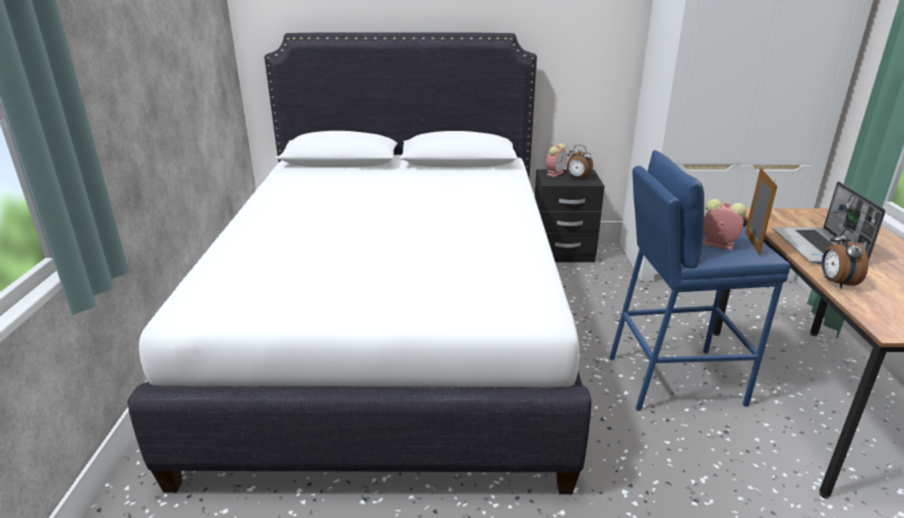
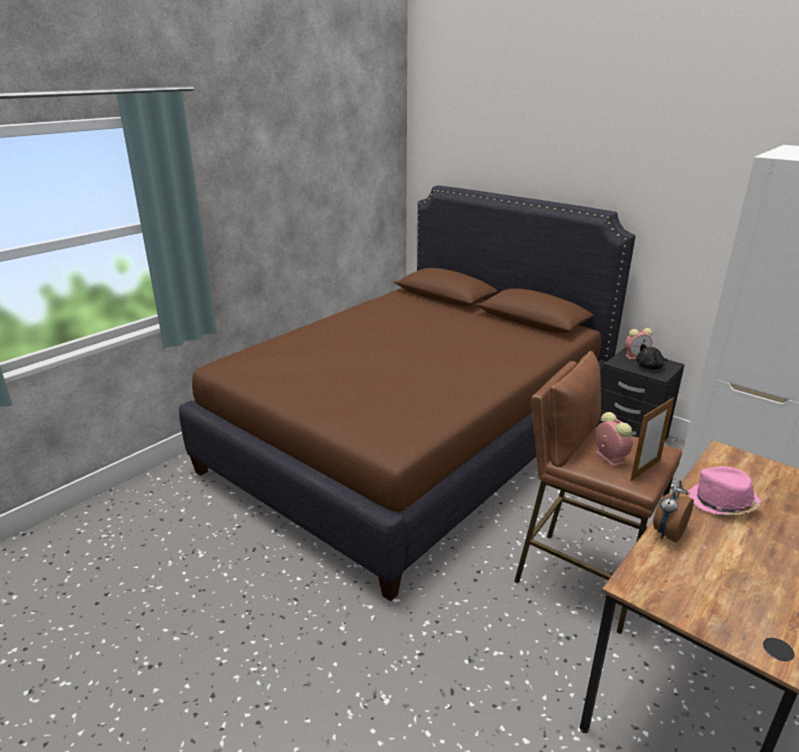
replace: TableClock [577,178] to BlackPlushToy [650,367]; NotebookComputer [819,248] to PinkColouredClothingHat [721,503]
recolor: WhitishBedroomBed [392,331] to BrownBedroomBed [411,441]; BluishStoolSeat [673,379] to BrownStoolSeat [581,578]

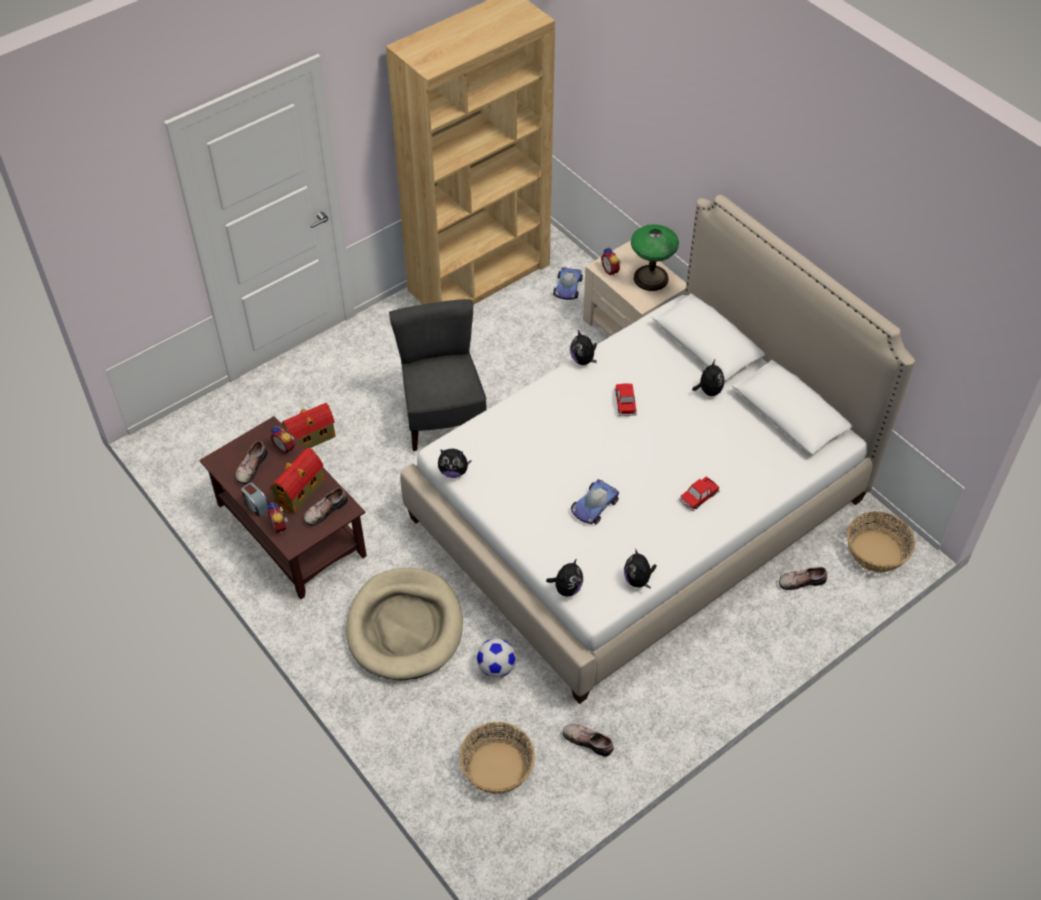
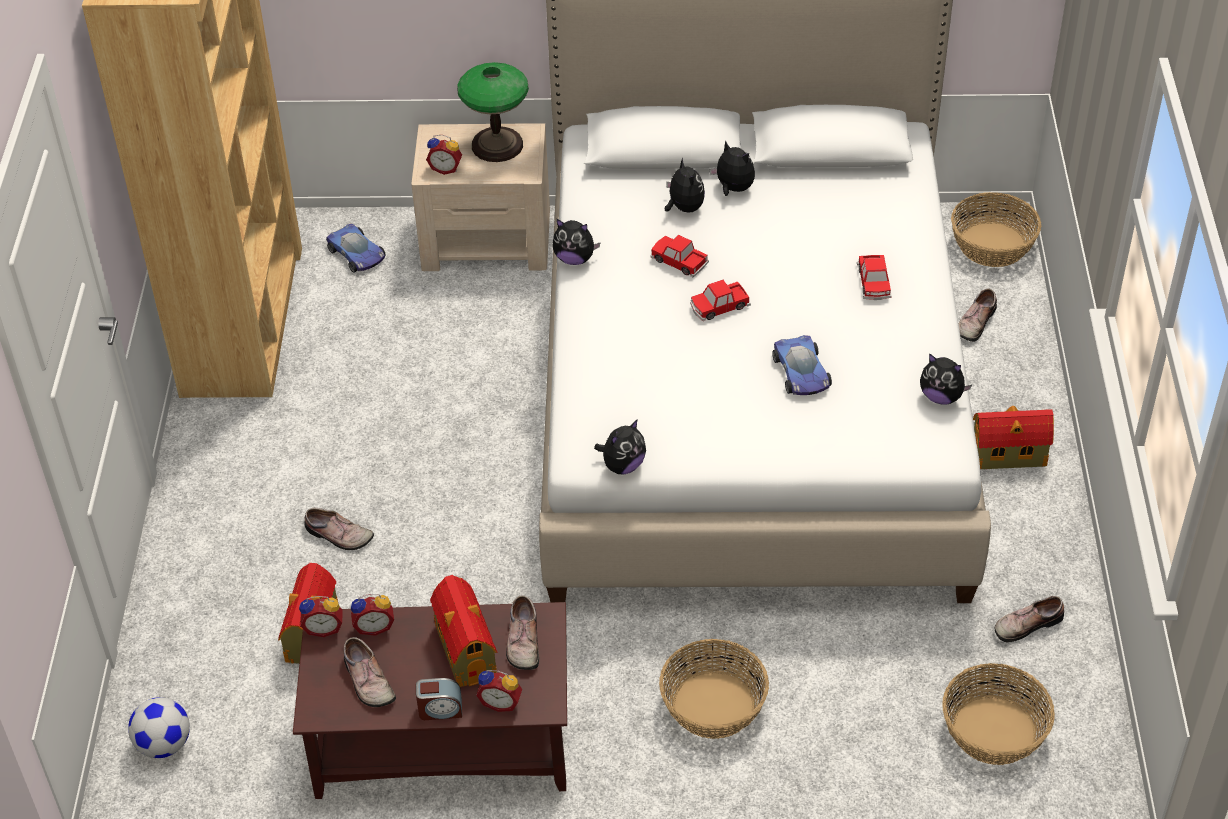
delete: GrayChair [443,418]
insert: TableClock [324,628]; LowShoe [338,536]; MiniatureCar [719,306]; ModelHouse [1010,455]
move: Football [496,667] to [164,744]; PlushToy [567,588] to [684,208]
replace: BeigeColouredDogCushion [405,627] to HouseholdBasket [712,705]

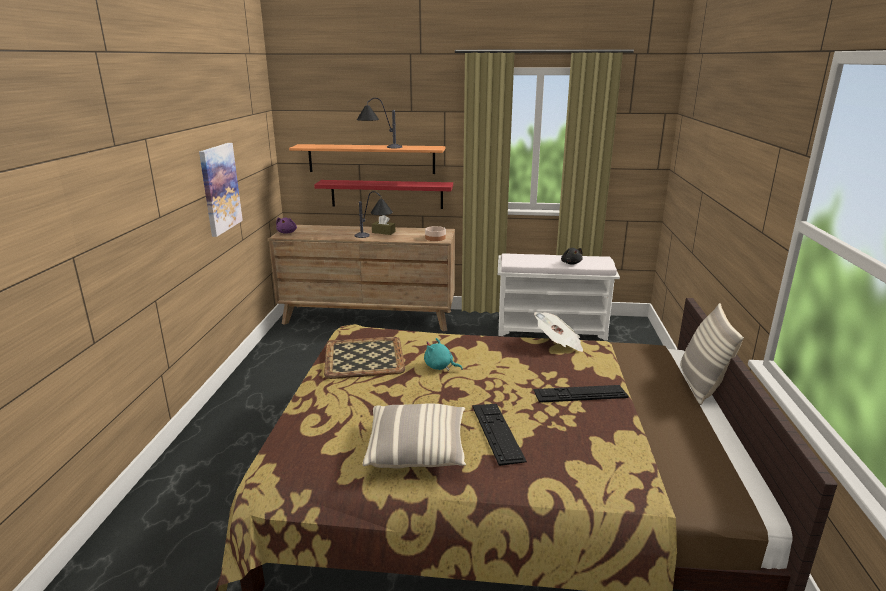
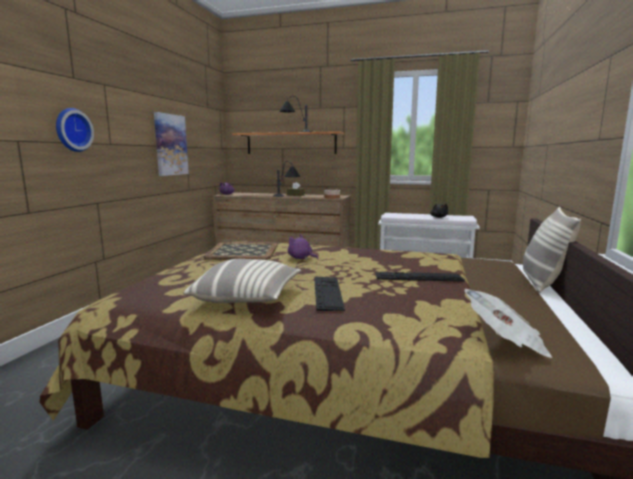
delete: RedColouredBracketShelf [387,194]
insert: ClockOnTheWall [72,130]
move: DailyPaper [558,344] to [505,342]
recolor: TurquoiseColouredPlushToy [440,367] to PurplePlushToy [301,258]

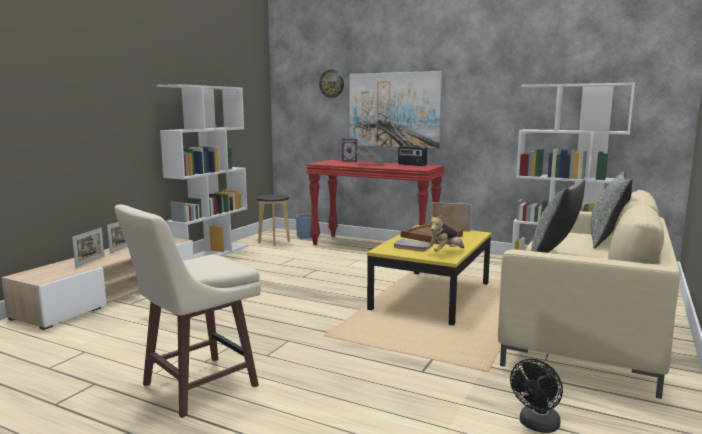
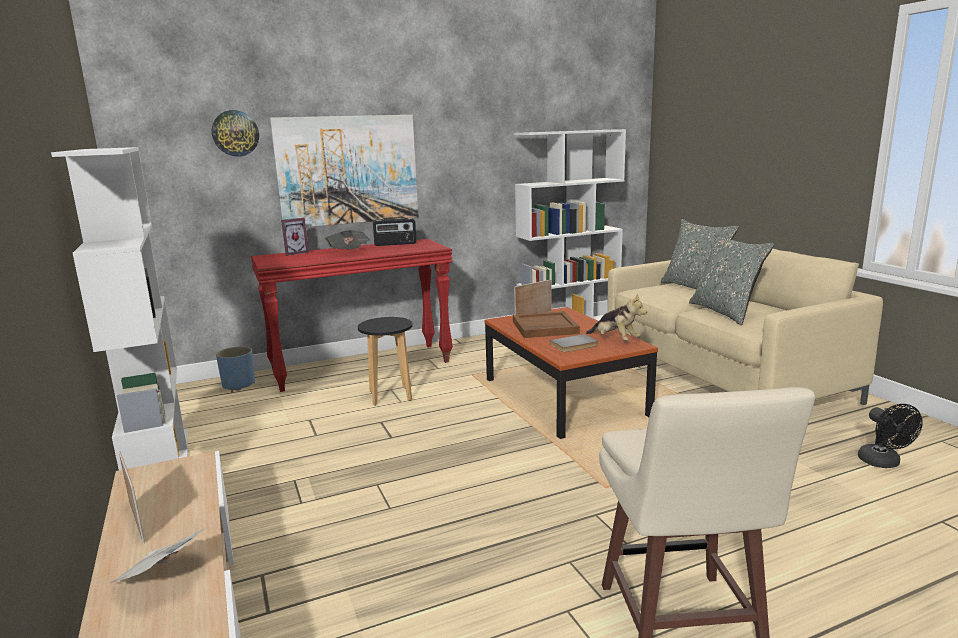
move: BlackStoolSeat [274,241] to [390,396]
replace: StandingFrame [90,261] to DailyPaper [163,577]
recolor: YellowColouredLowTable [432,296] to BrownLowTable [564,397]
rotate: PlushToy [444,252] = [615,340] 45 degrees counterclockwise

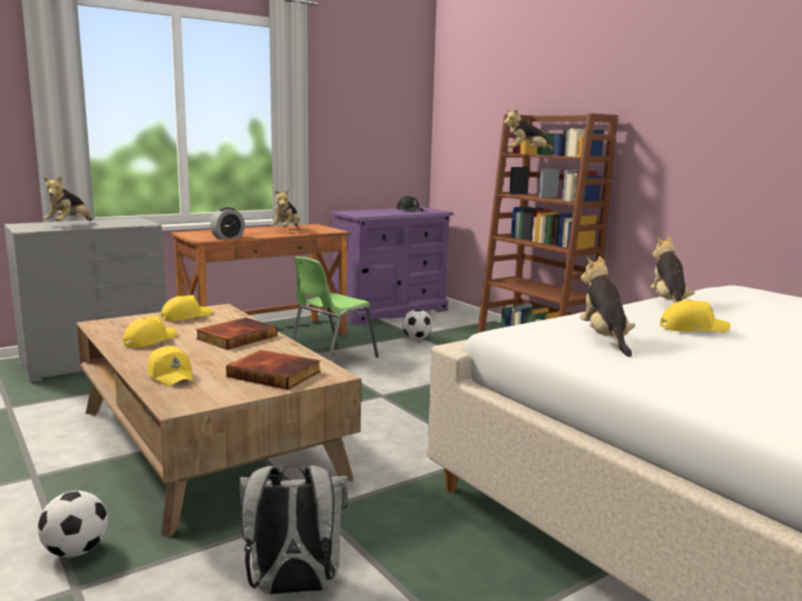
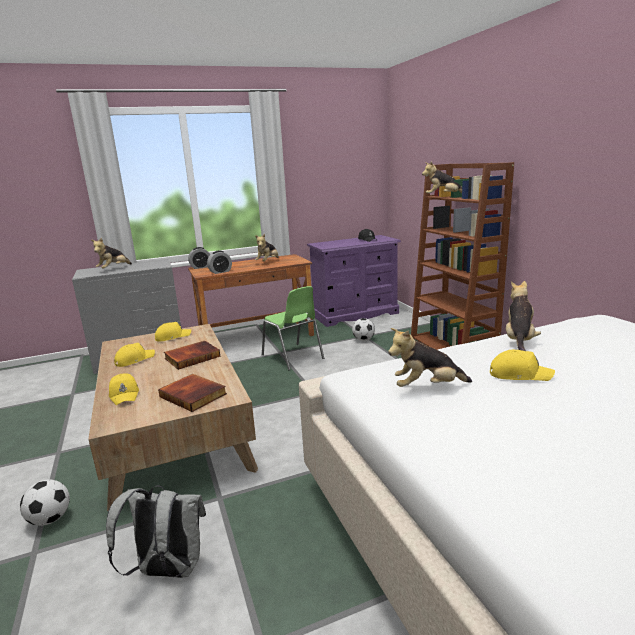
insert: TableClock [201,267]
rotate: GreenChair [331,358] = [293,357] 90 degrees counterclockwise; PlushToy [604,339] = [427,387] 105 degrees counterclockwise

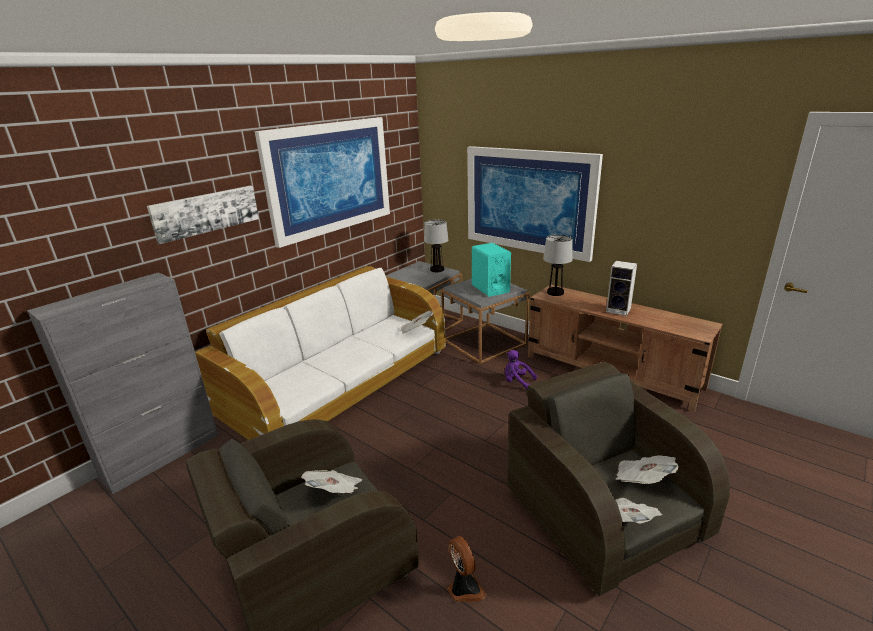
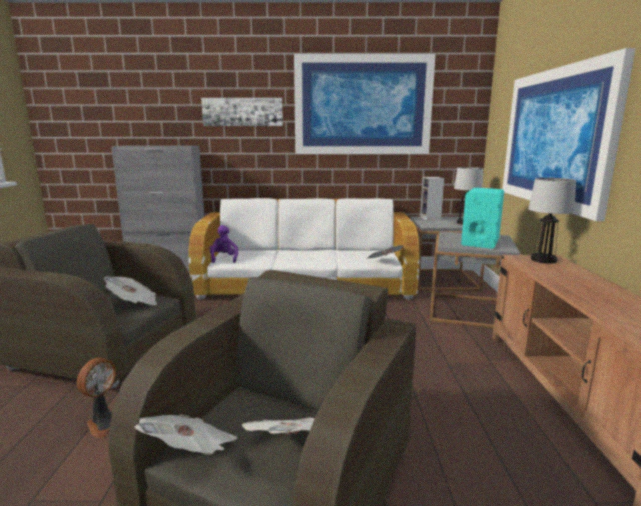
move: PurplePlushToy [517,382] to [223,259]; Speaker [619,310] to [431,218]

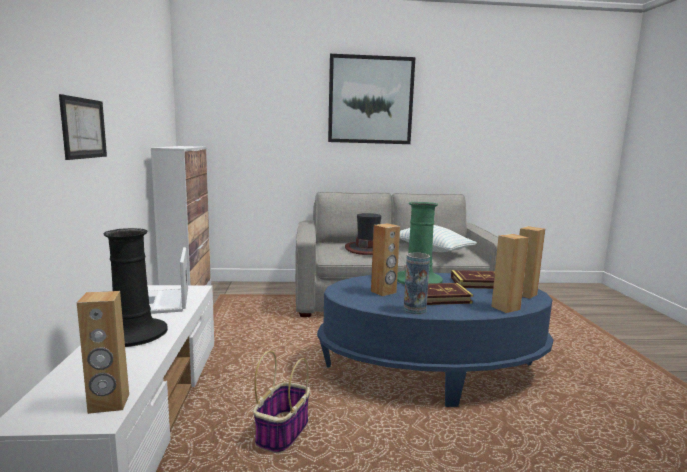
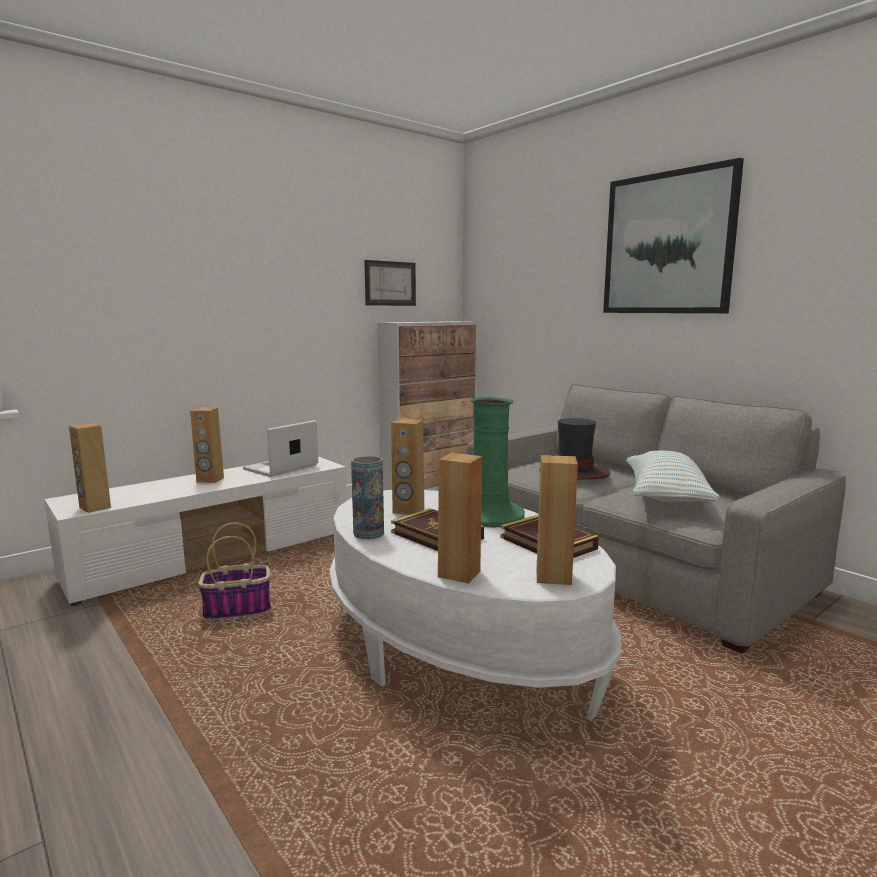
move: WallPicture [83,128] to [390,283]
replace: BlackVase [133,333] to BrownSpeaker [210,480]
recolor: BluishLowTable [431,369] to WhitishLowTable [458,646]

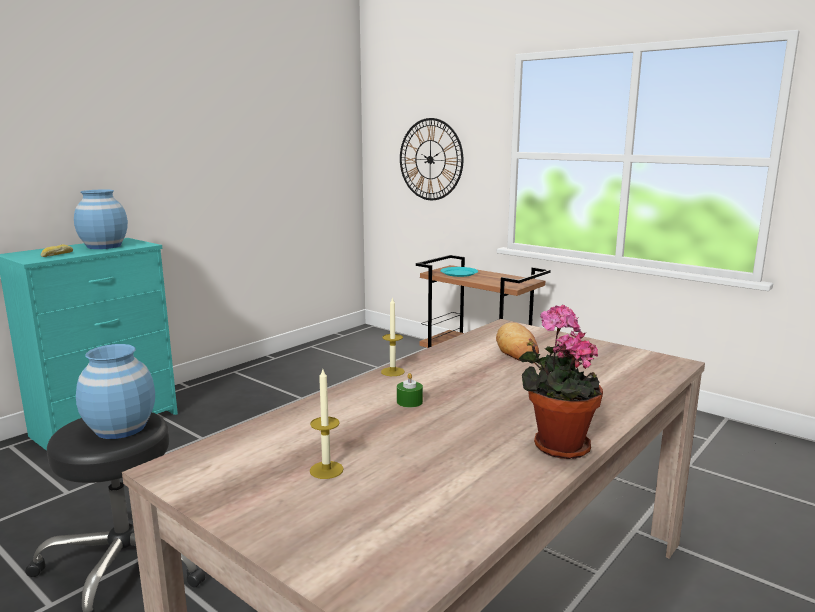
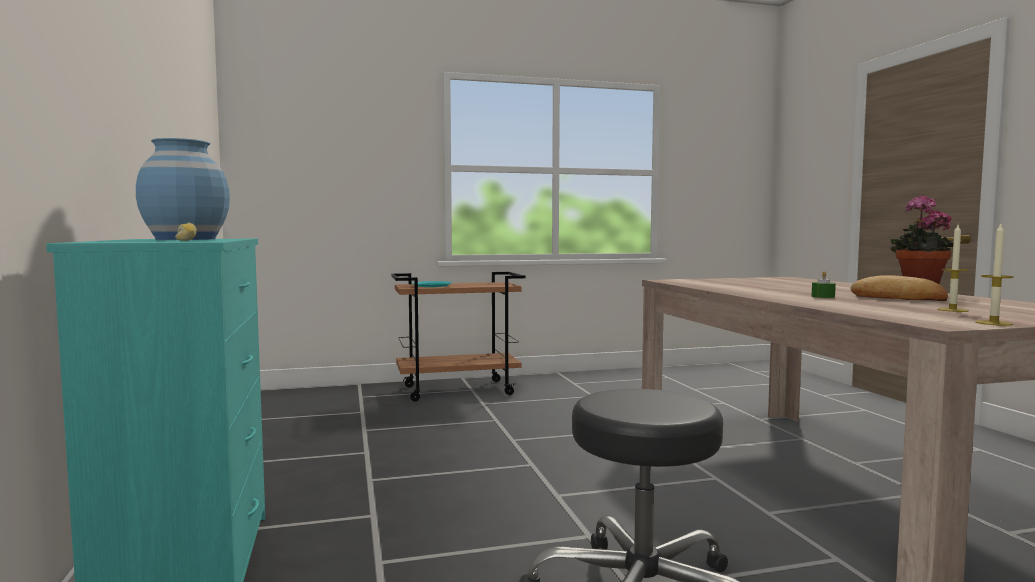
delete: BluishVase [120,428]; ClockOnTheWall [430,159]
move: BakeryBread [517,348] to [898,298]; Candle [392,371] to [993,323]

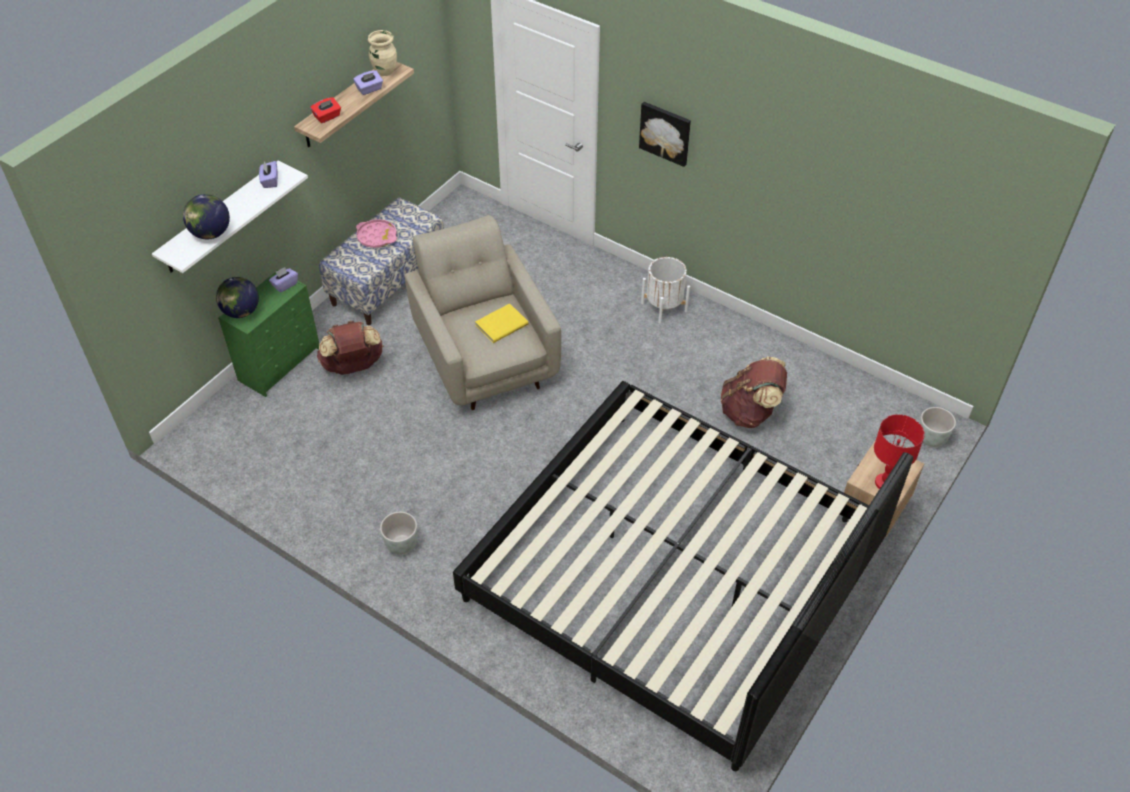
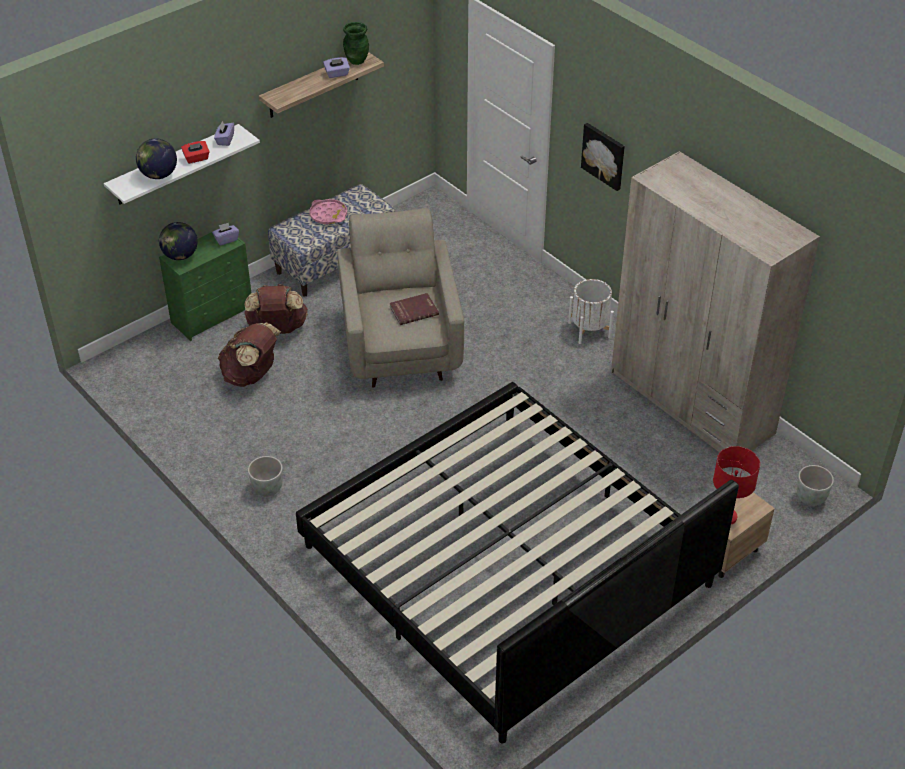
insert: BeigeColouredArmoire [691,403]
move: RedColouredTissueHolder [327,117] to [196,158]; BrownRucksack [750,412] to [251,375]
recolor: BeigeColouredVase [384,71] to GreenVase [356,60]; YellowColouredVolume [501,324] to RedColouredVolume [413,310]

